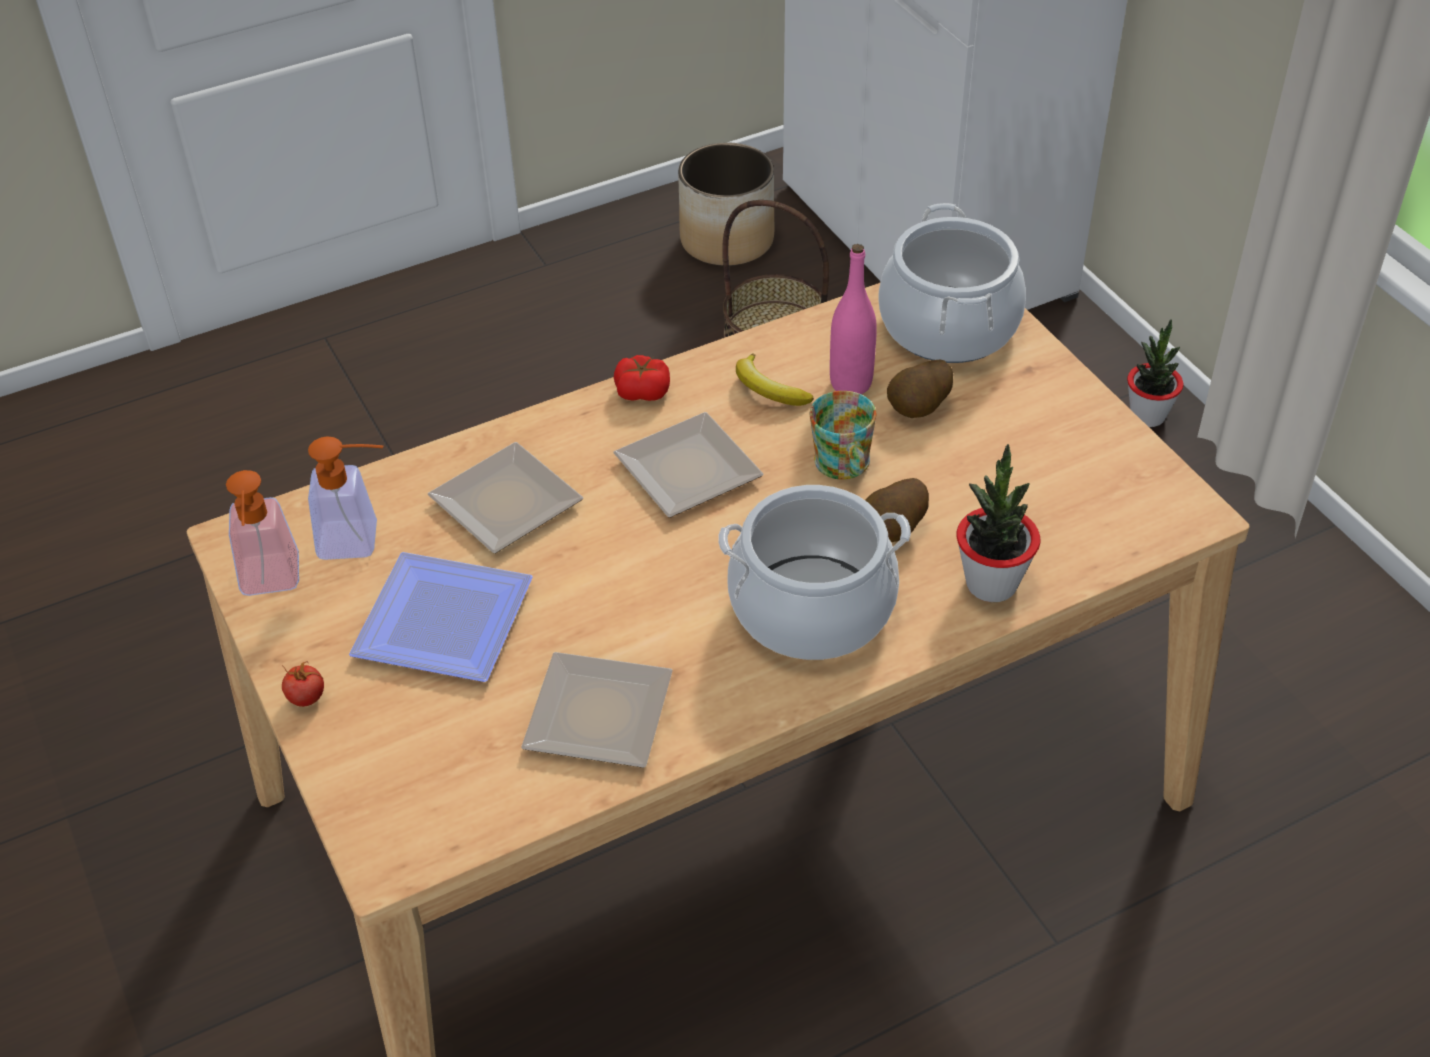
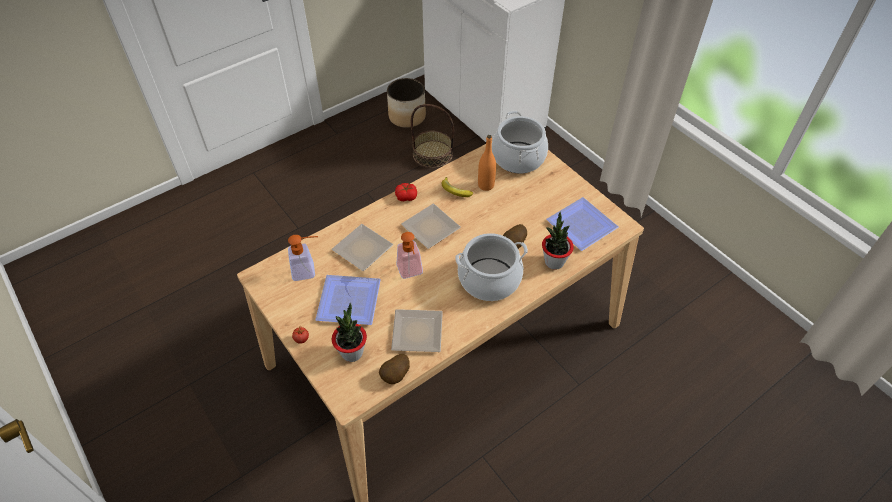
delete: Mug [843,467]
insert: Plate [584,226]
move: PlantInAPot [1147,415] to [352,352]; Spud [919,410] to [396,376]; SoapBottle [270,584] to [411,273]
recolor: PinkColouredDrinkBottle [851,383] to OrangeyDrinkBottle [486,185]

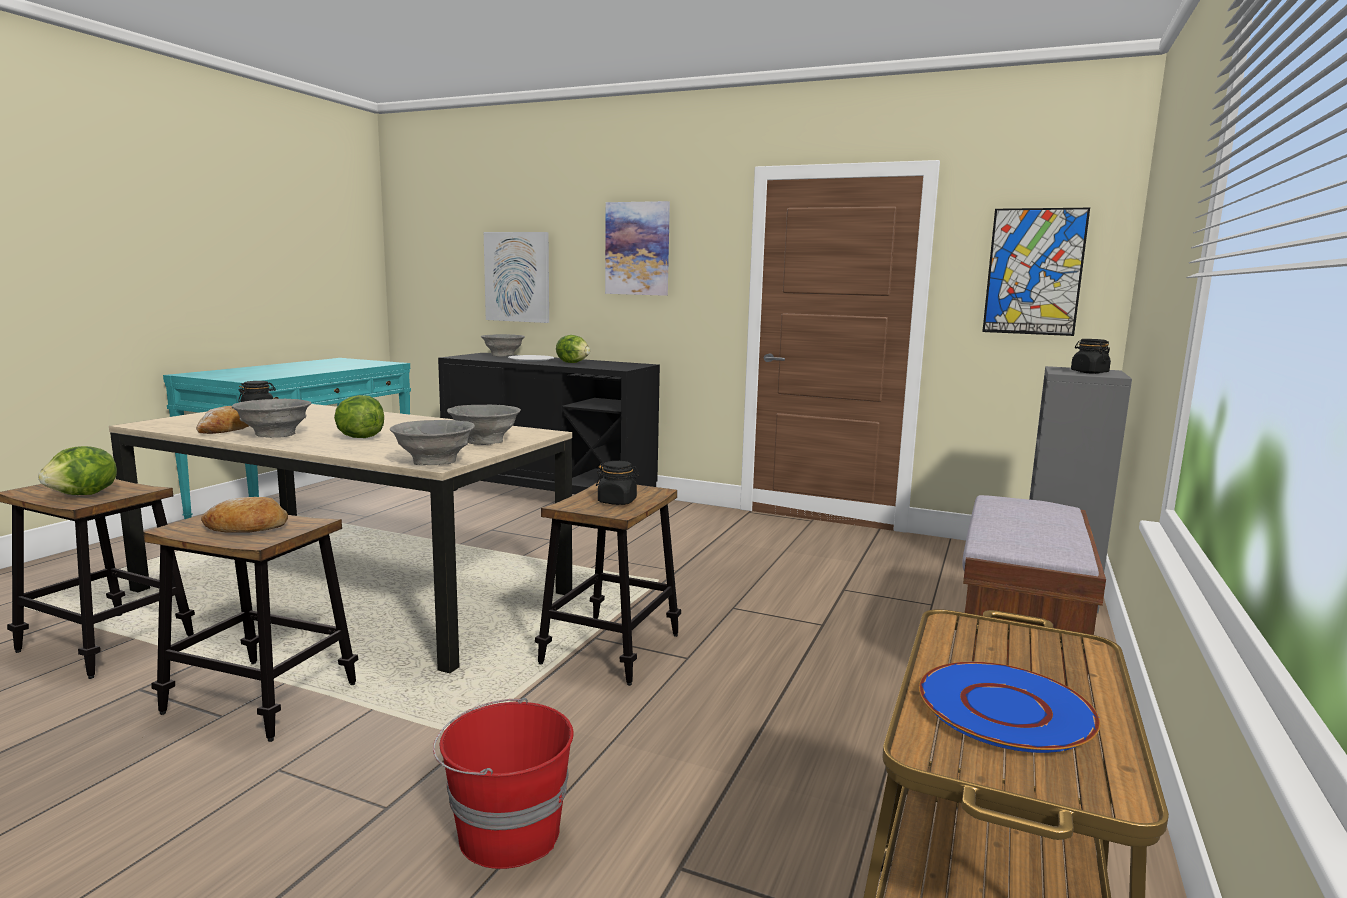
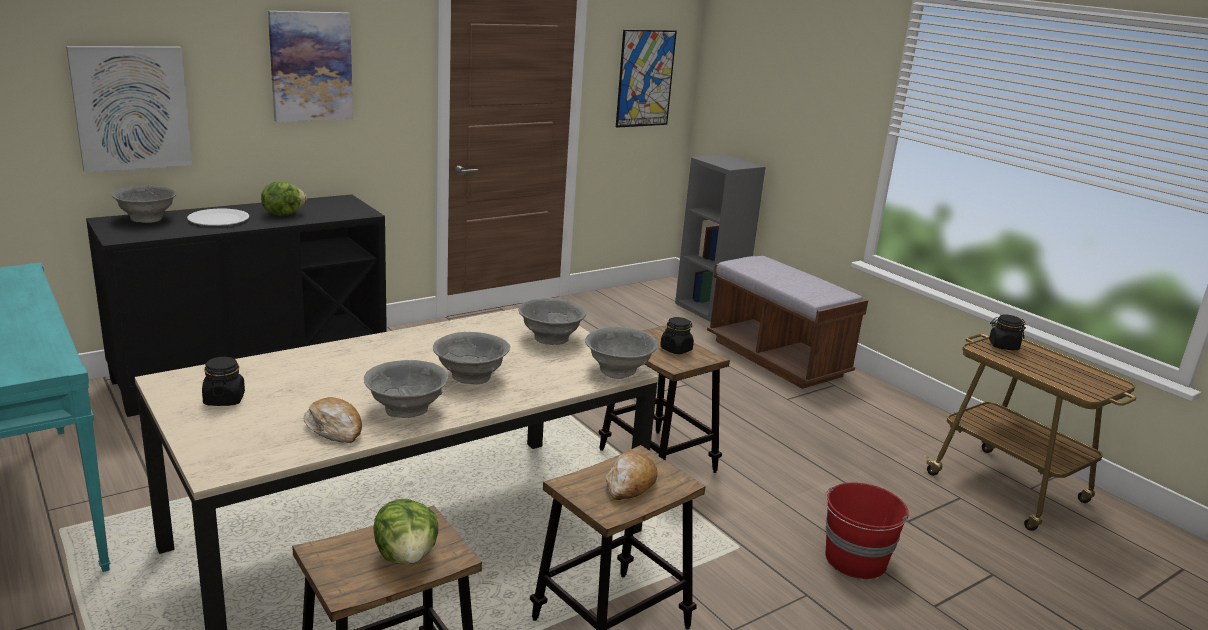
delete: BluishPlate [1005,709]
move: BlackJar [1089,372] to [1003,346]
replace: LettuceHead [359,437] to GrayDeepDish [471,377]

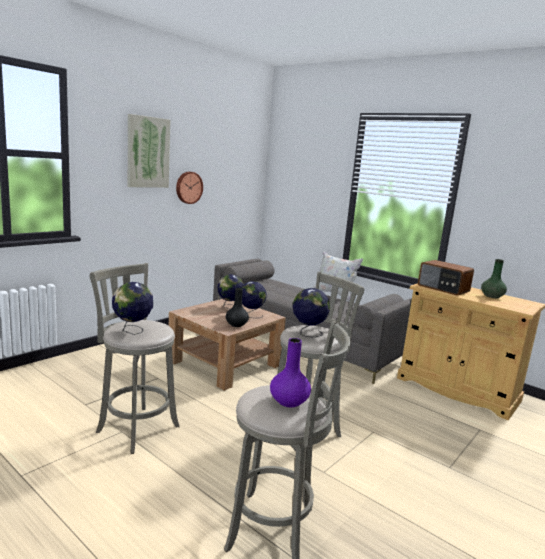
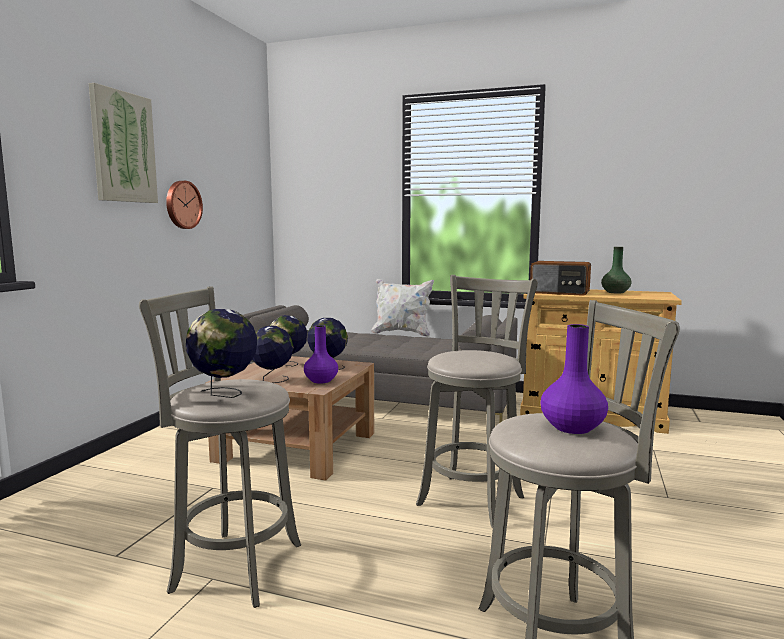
move: DeskGlobe [308,333] to [272,380]
recolor: BlackVase [236,324] to PurpleVase [320,381]

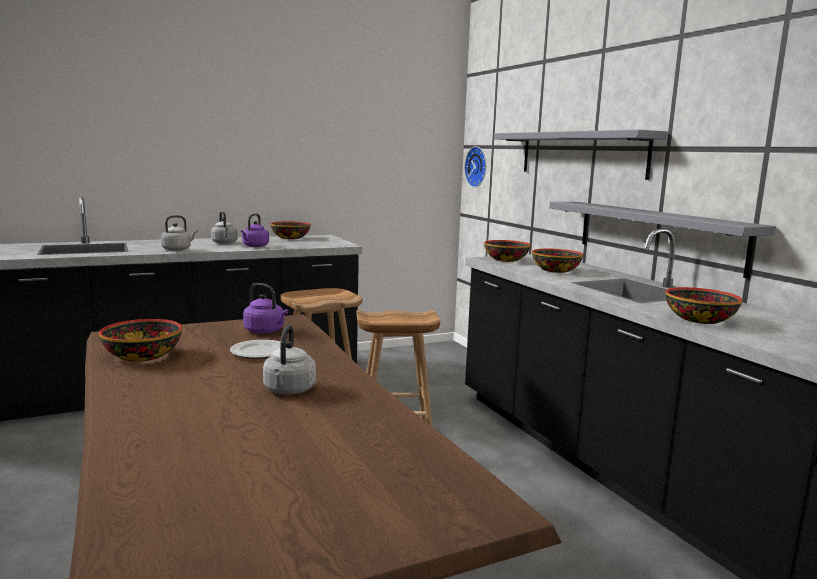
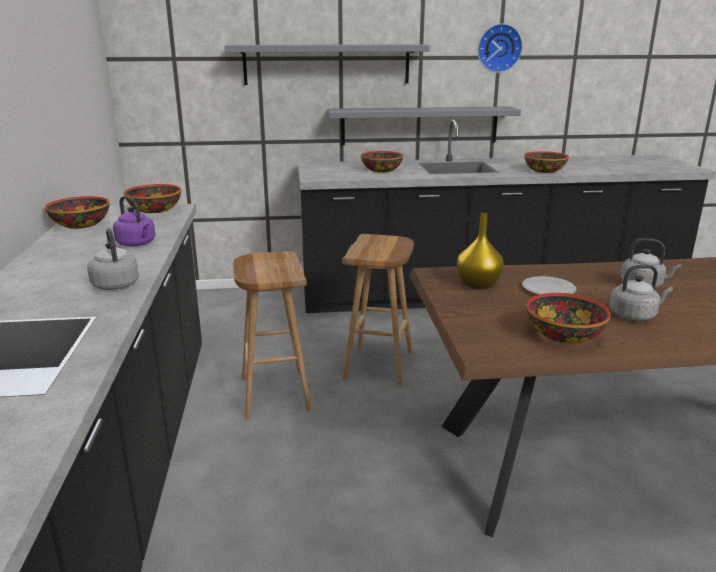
move: DeepDish [506,260] to [155,209]; ClockOnTheWall [478,167] to [498,48]; GrayKettle [224,243] to [634,315]
replace: PurpleKettle [266,331] to YellowColouredVase [478,284]

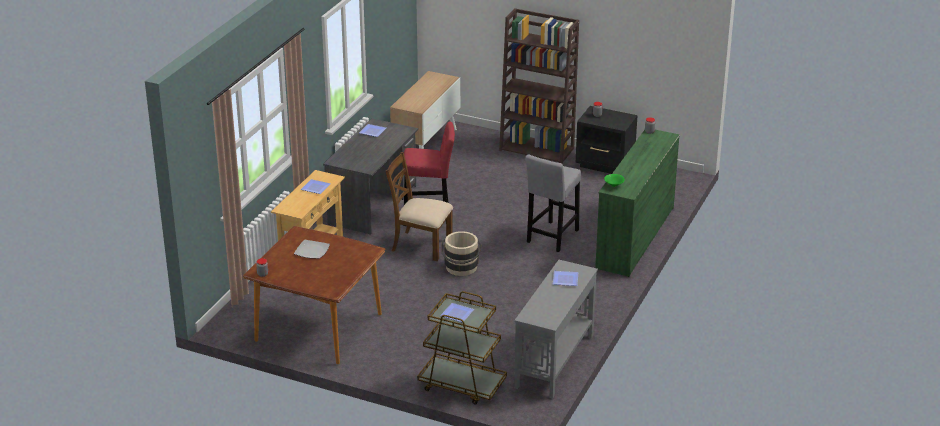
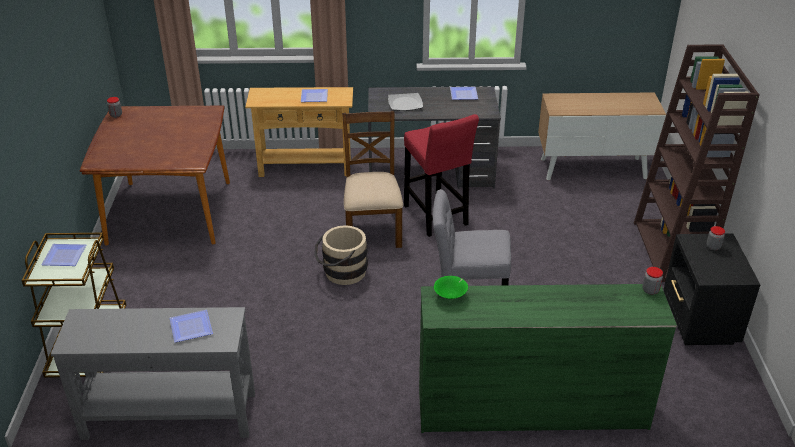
move: Plate [312,250] to [405,103]

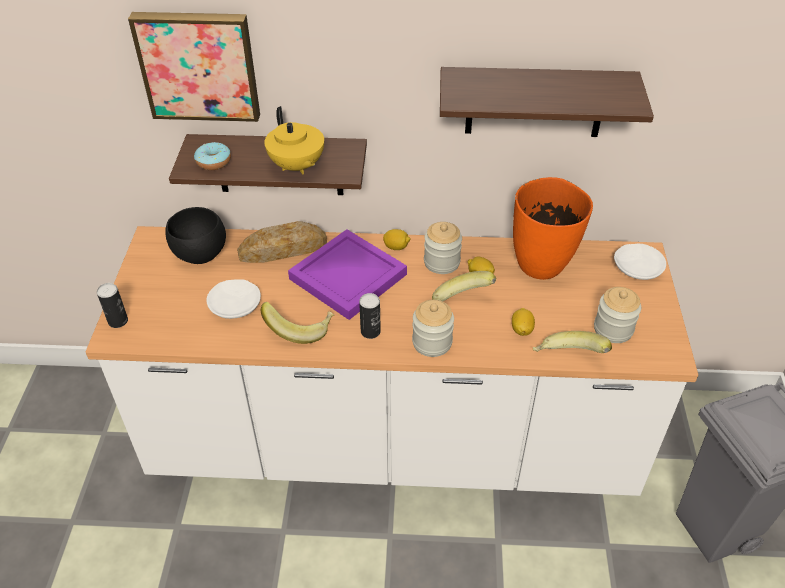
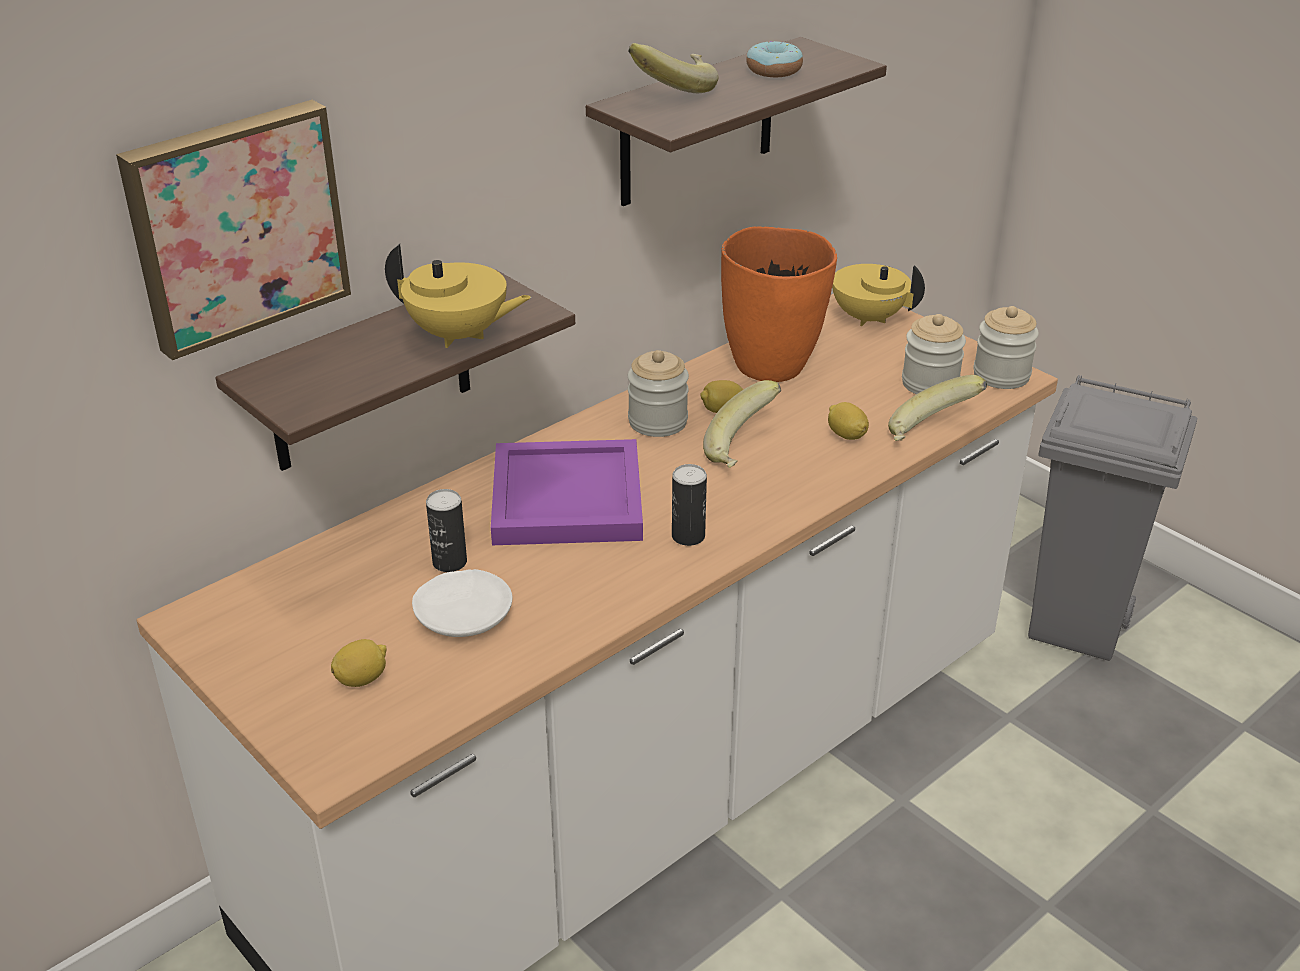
delete: BlackDeepDish [200,255]; BakeryBread [283,249]
move: WholeLemon [396,247] to [362,678]; Can [118,321] to [449,562]; Banana [300,329] to [673,90]; RingDoughnut [213,162] to [774,70]; Jar [432,342] to [1001,375]
replace: WhitishPlate [638,267] to YellowColouredPotForTea [867,317]

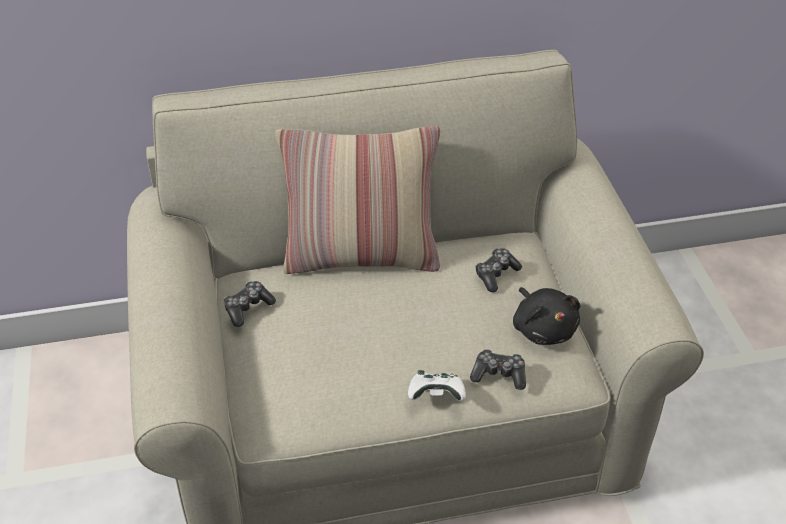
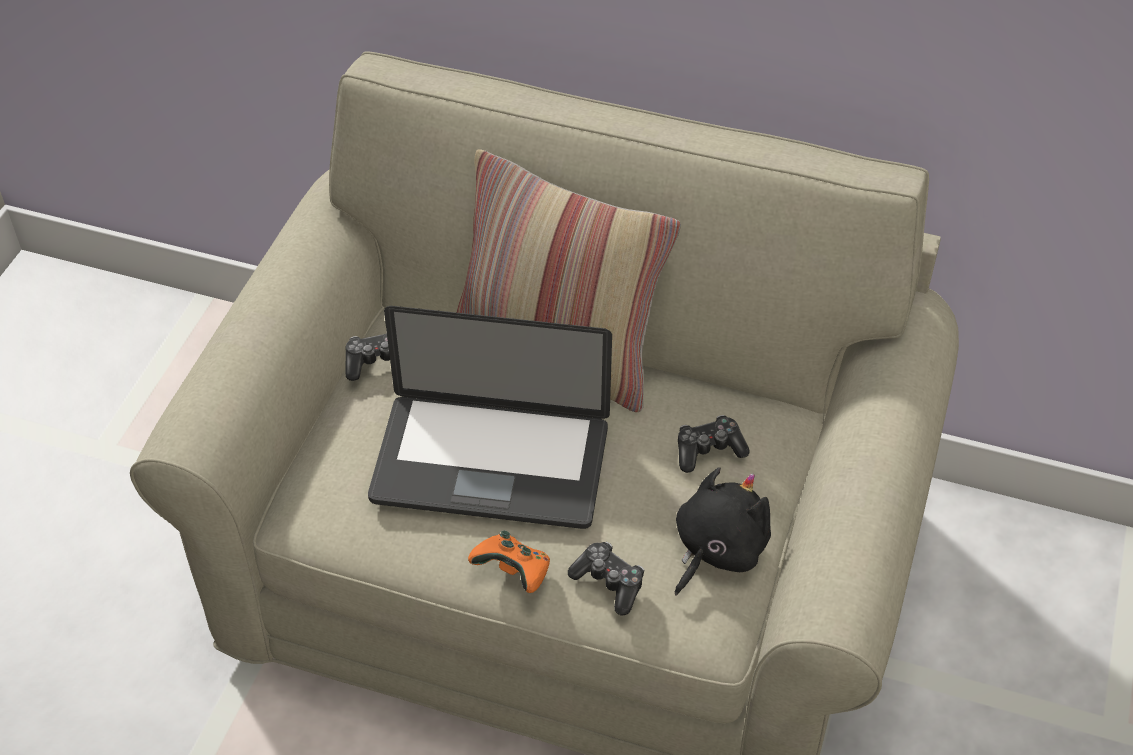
insert: NotebookComputer [490,464]
recolor: WhitishJoypad [436,396] to OrangeyJoypad [514,572]
rotate: BlackPlushToy [543,328] = [717,549] 150 degrees counterclockwise

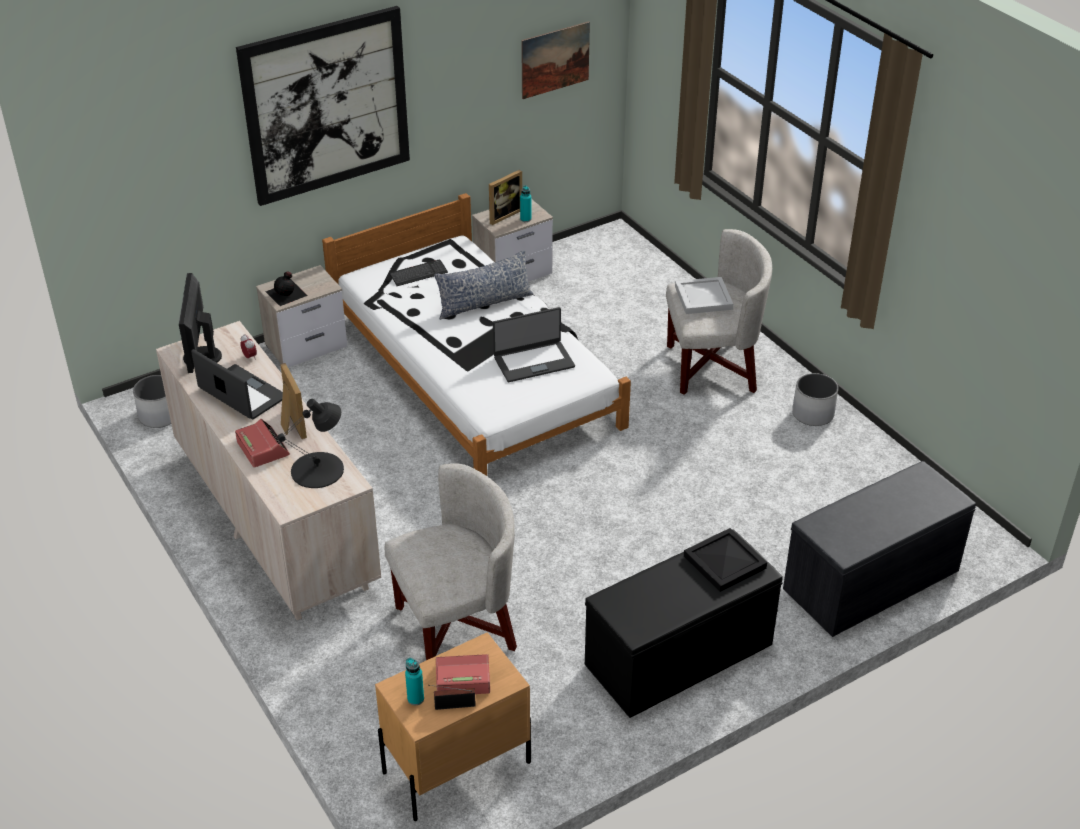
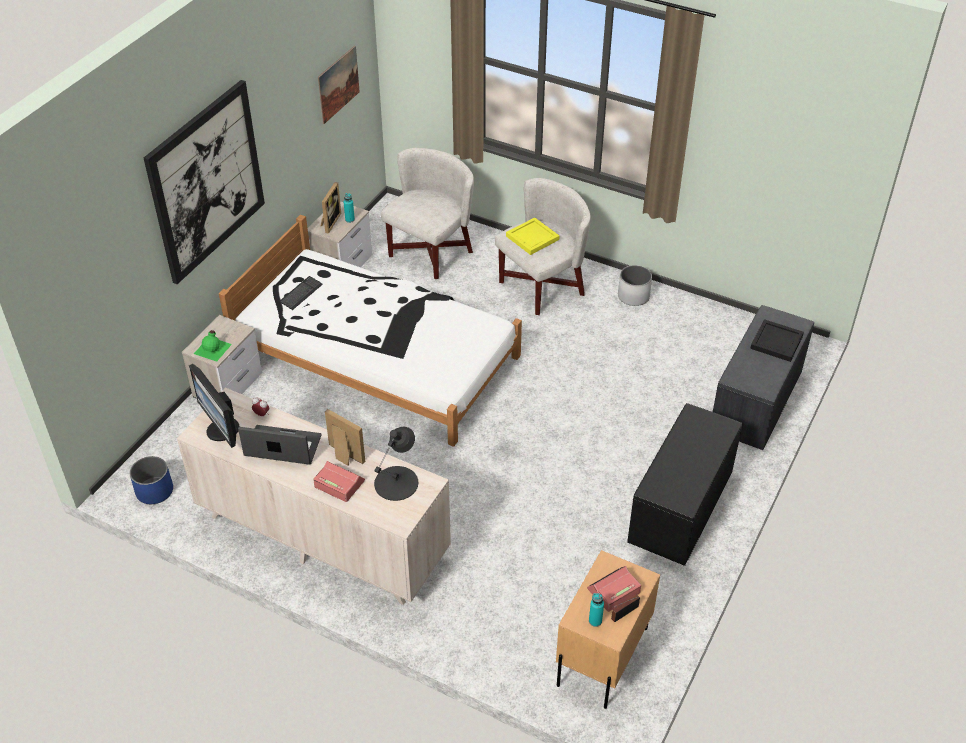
delete: Pillow [484,303]; NotebookComputer [533,361]
move: WhitishEasyChair [456,626] to [430,253]; BlackCarryingTray [723,562] to [775,342]
recolor: WhitishFlowerPot [160,415] to BluishFlowerPot [154,491]; BlackDrinkBottle [287,293] to GreenDrinkBottle [213,348]; WhitishCarryingTray [702,297] to YellowColouredCarryingTray [531,238]

